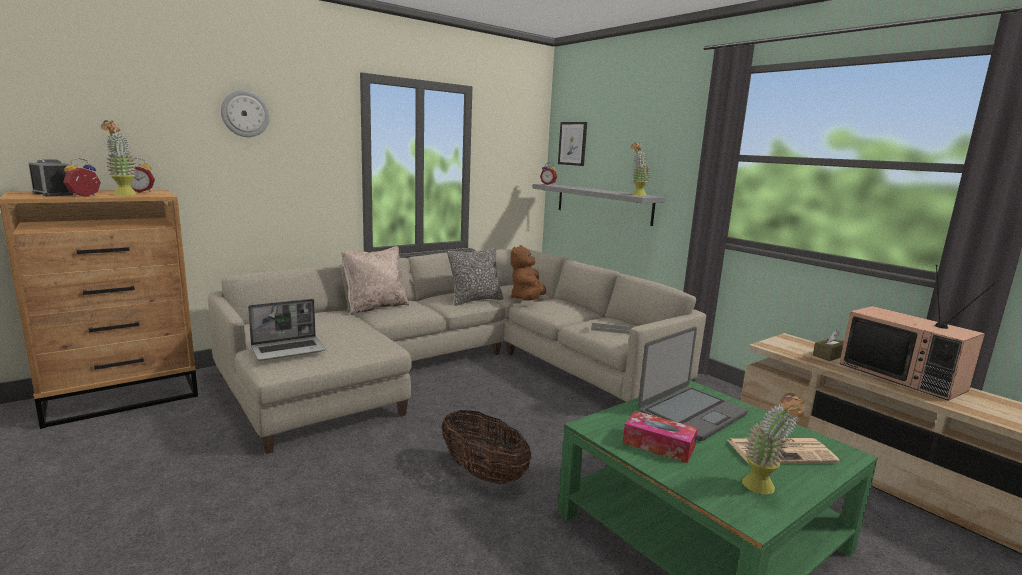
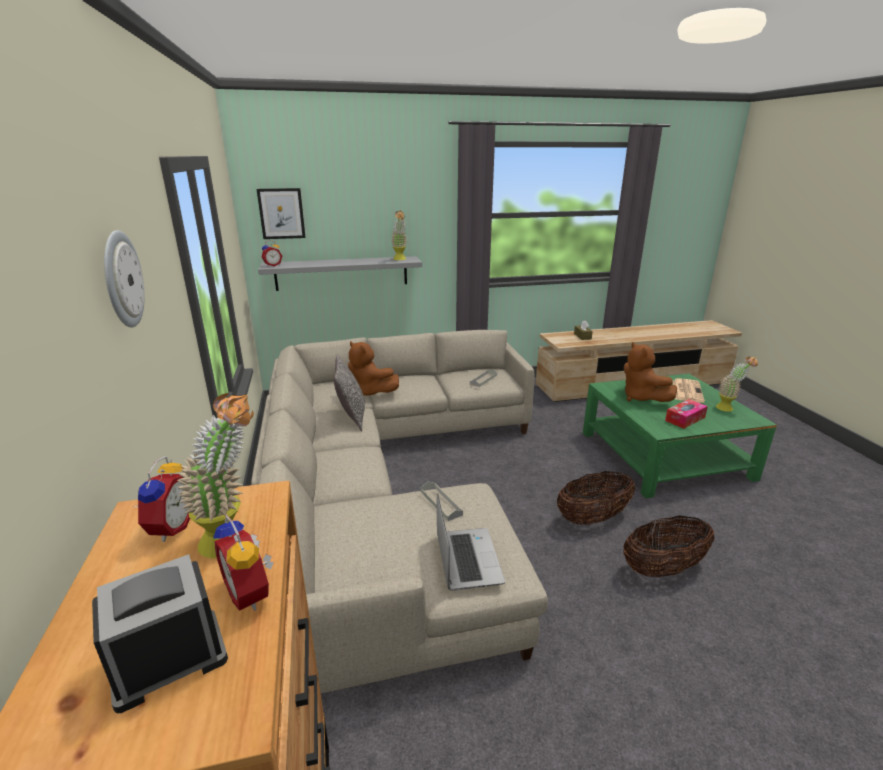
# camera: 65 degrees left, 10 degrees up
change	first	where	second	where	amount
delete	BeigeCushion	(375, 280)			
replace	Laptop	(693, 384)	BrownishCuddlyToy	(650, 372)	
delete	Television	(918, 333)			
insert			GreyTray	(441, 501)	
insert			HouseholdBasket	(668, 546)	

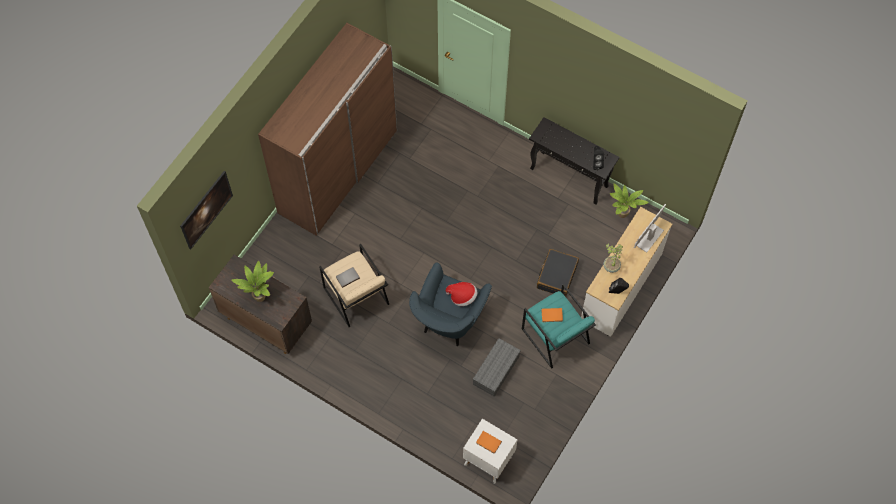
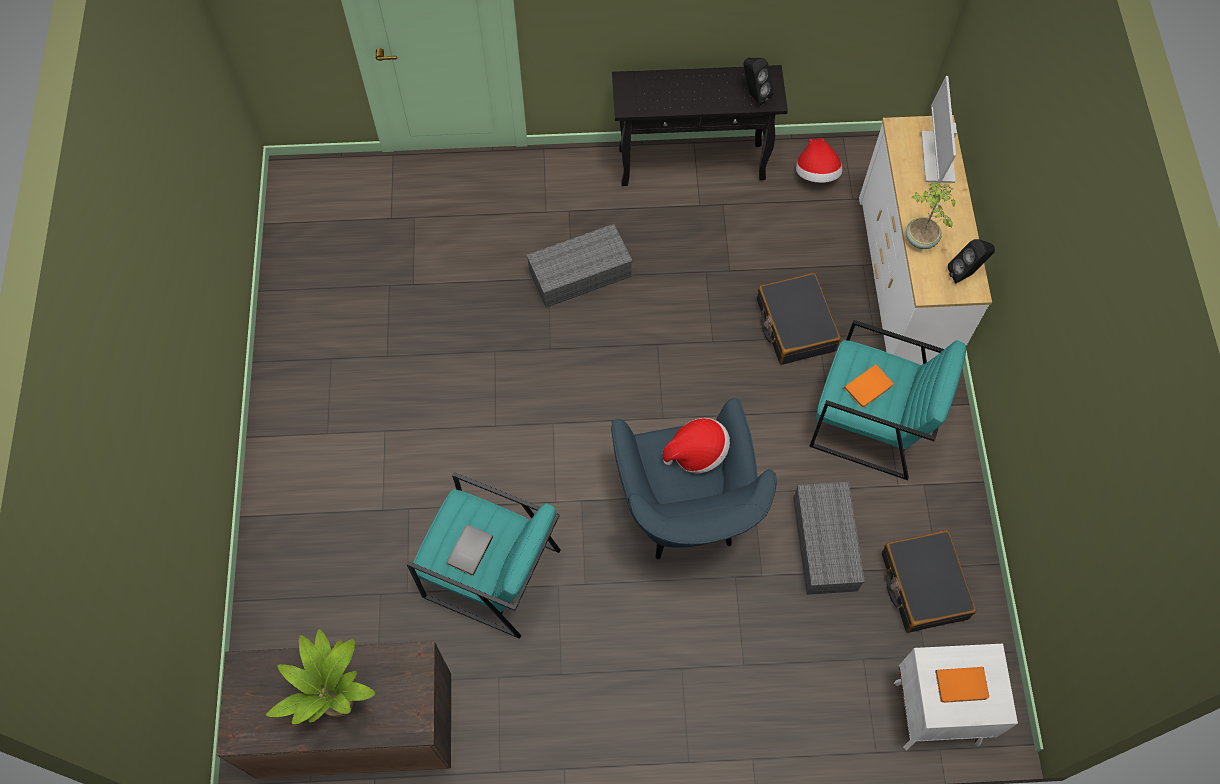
# camera: 35 degrees left, 0 degrees up
change	first	where	second	where	amount
delete	Picture	(206, 210)			
delete	BrownishArmoire	(327, 129)			
recolor	BeigeLoungeChair	(354, 285)	TurquoiseLoungeChair	(484, 555)	
replace	PottedPlant	(629, 200)	WearableHat	(819, 160)	
insert			GreyStorageContainer	(580, 266)	
insert			BlackishSuitcase	(929, 581)	

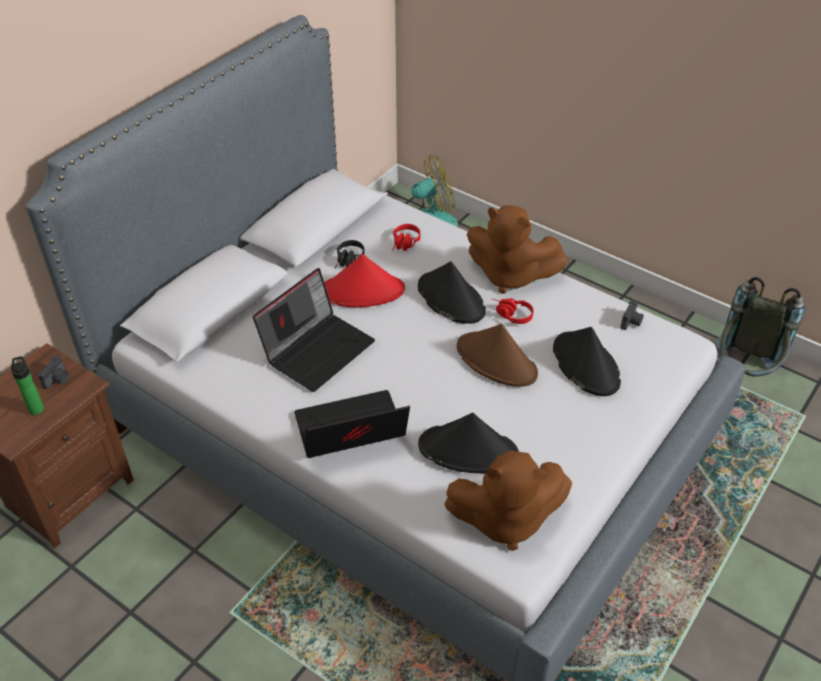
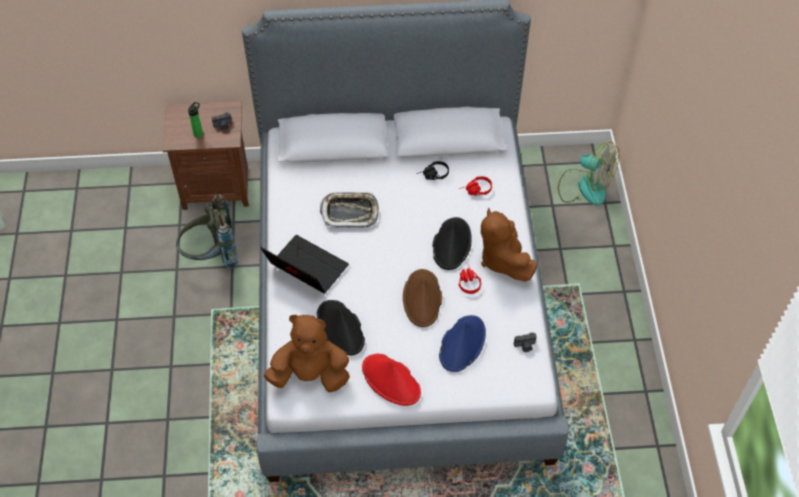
# camera: 50 degrees right, 10 degrees up
change	first	where	second	where	amount
replace	Laptop	(314, 330)	Tray	(349, 209)	
move	ReddishWearableHat	(364, 281)		(391, 380)	
rotate	BrownishCuddlyToy	(508, 501)		(306, 353)	135 degrees clockwise
recolor	BlackishWearableHat	(587, 361)	BluishWearableHat	(462, 343)	
move	GreyRucksack	(761, 327)		(207, 231)	

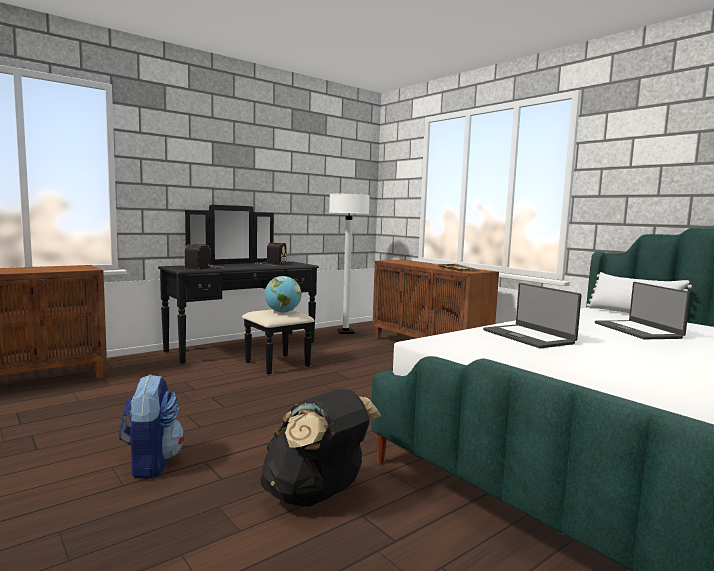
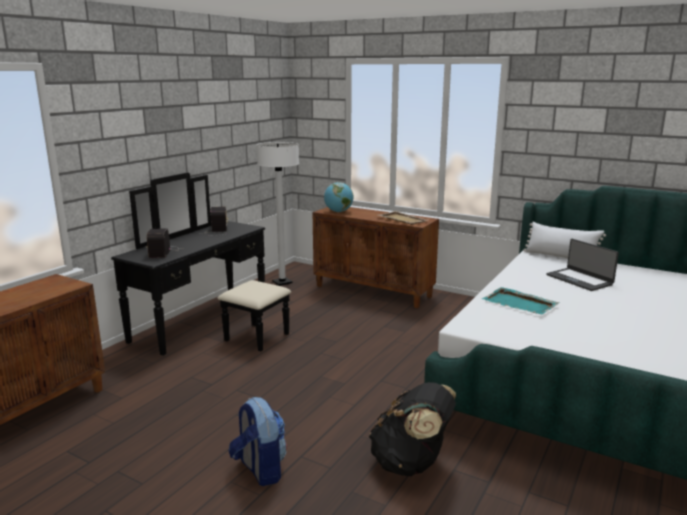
# camera: 20 degrees left, 10 degrees up
change	first	where	second	where	amount
move	Globe	(283, 294)		(338, 197)	
replace	Laptop	(532, 315)	TurquoiseTray	(521, 300)	

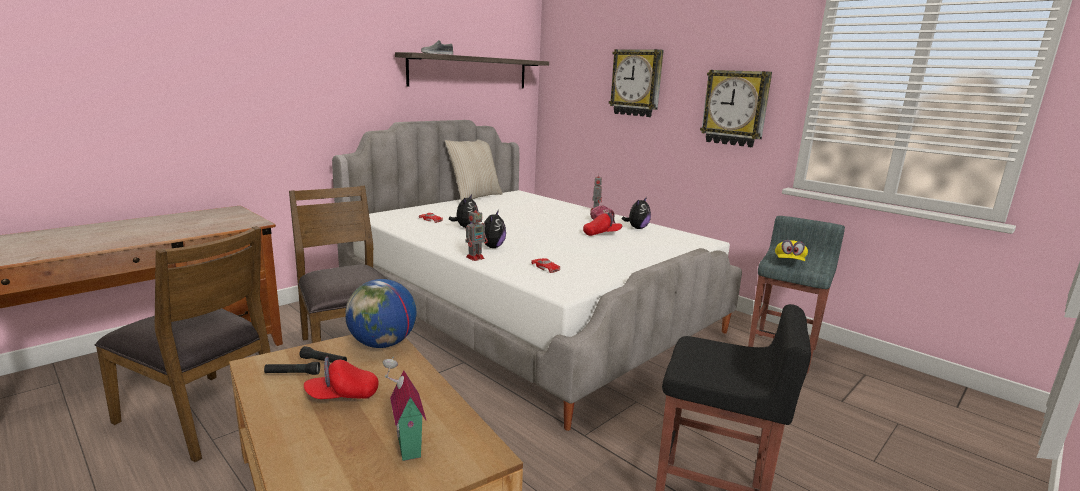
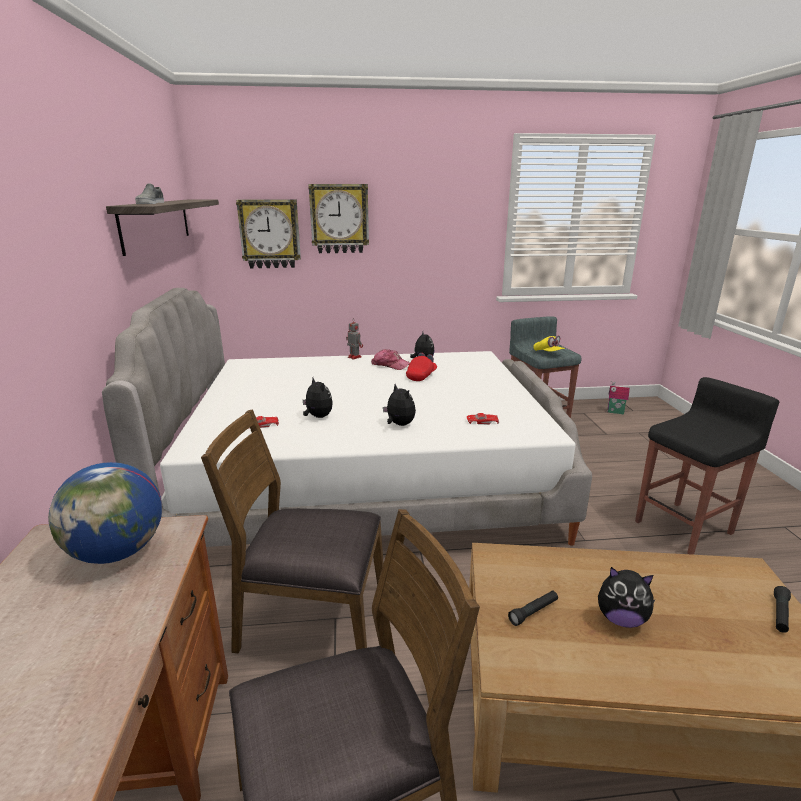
# camera: 50 degrees left, 5 degrees up
change	first	where	second	where	amount
move	BlackishFlashlight	(292, 368)		(782, 609)	
replace	ReddishPeakedCap	(341, 378)	CuddlyToy	(627, 597)	
move	Globe	(381, 313)		(105, 513)	
move	ModelHouse	(404, 409)		(618, 397)	
delete	BeigeCushion	(474, 170)			
delete	ToyRobot	(477, 234)			
move	ClockOnTheWall	(736, 108)		(268, 233)	

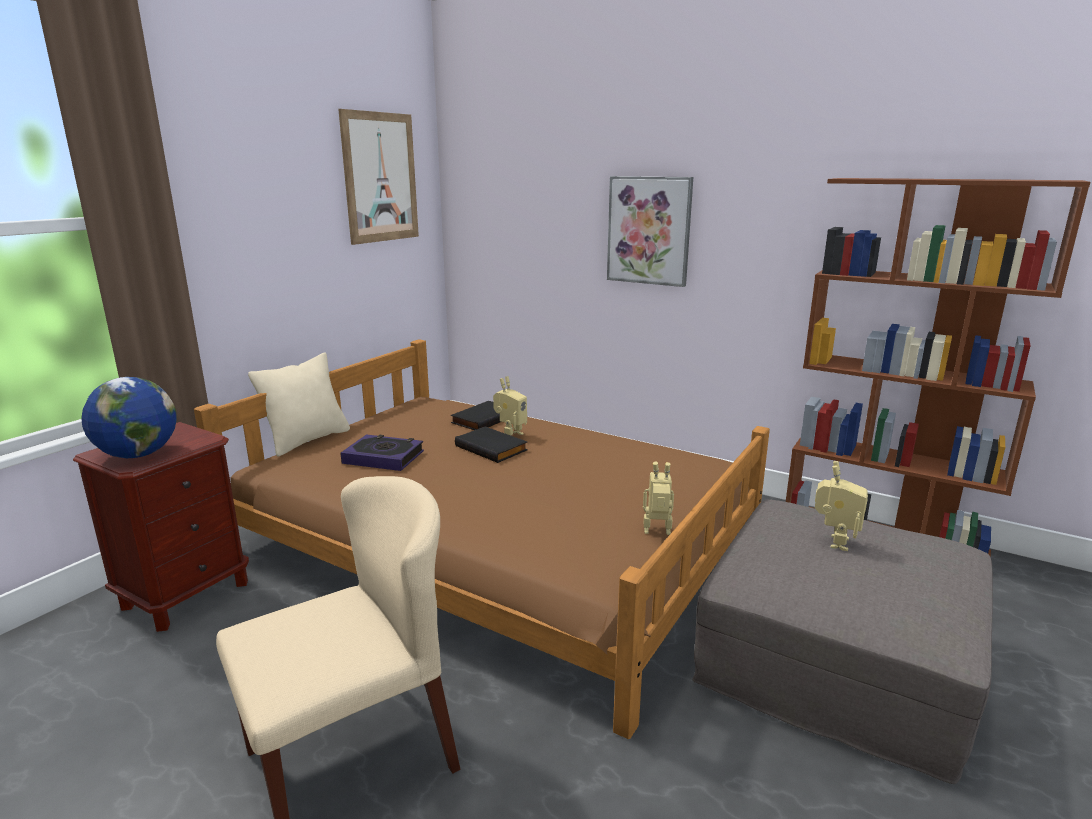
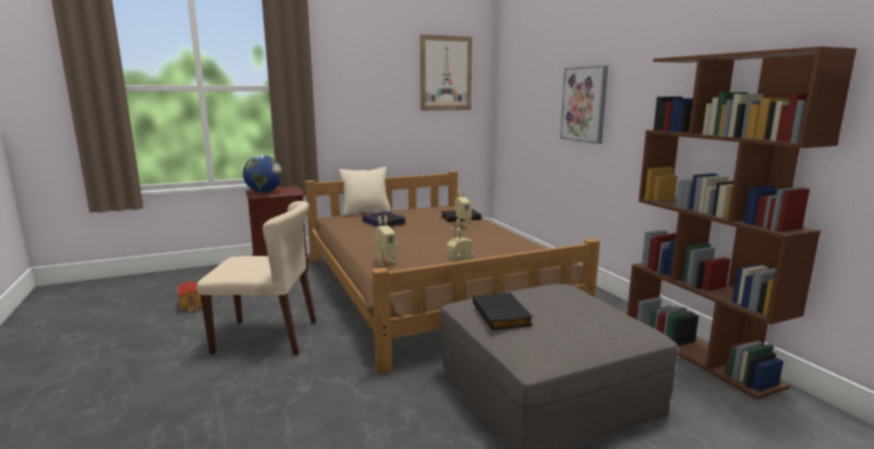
# camera: 35 degrees right, 5 degrees down
change	first	where	second	where	amount
move	BlackishBoundBook	(491, 444)		(503, 311)	
move	ToyRobot	(841, 506)		(386, 240)	
insert			ModelHouse	(189, 296)	

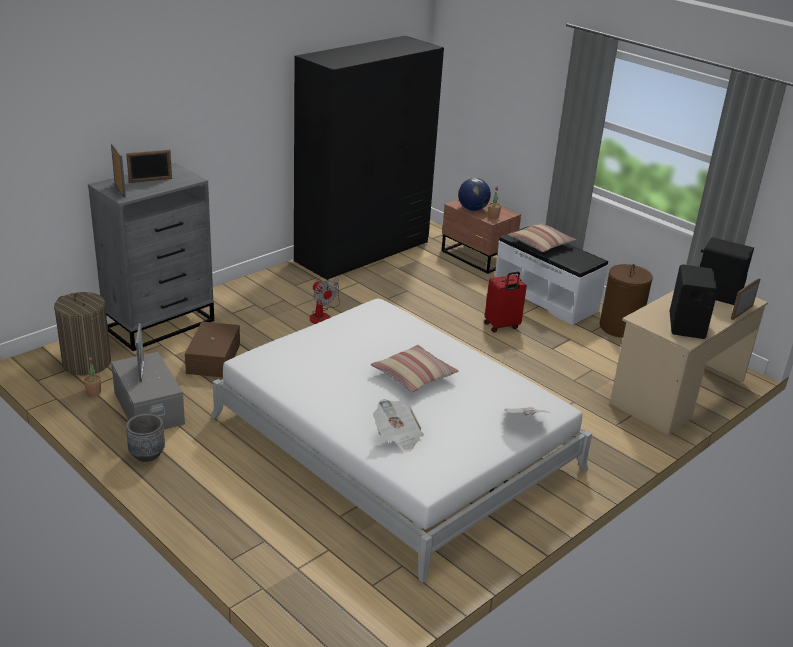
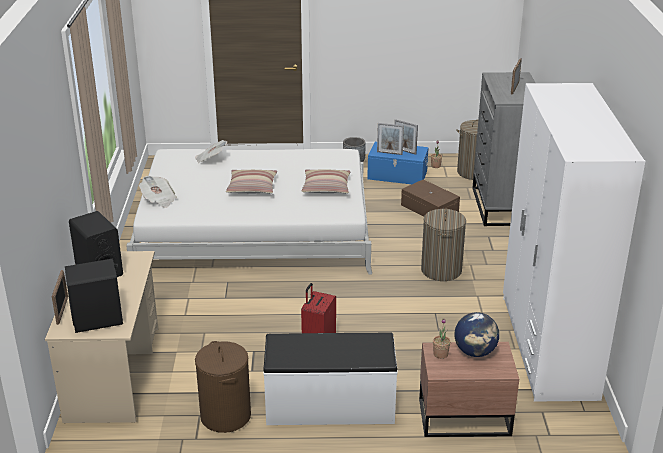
# camera: 135 degrees right, 0 degrees up
change	first	where	second	where	amount
move	PhotoFrame	(118, 170)		(390, 139)	
recolor	GreyStorageContainer	(148, 390)	BluishStorageContainer	(398, 163)	
recolor	BlackishArmoire	(369, 158)	WhiteColouredArmoire	(574, 242)	
replace	Fan	(325, 301)	LaundryBasket	(443, 245)	
move	Cushion	(542, 237)		(326, 181)	

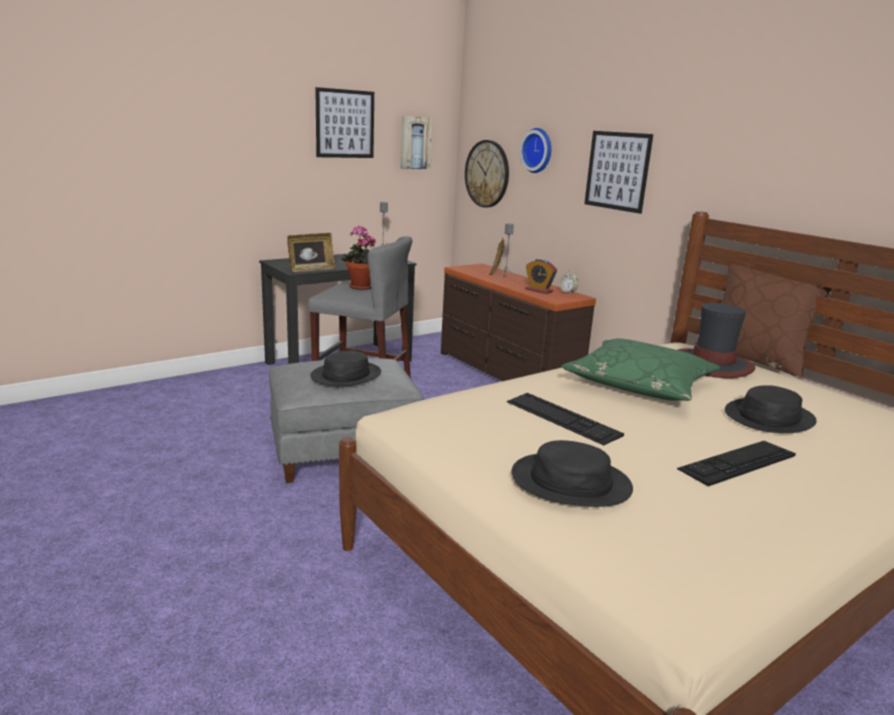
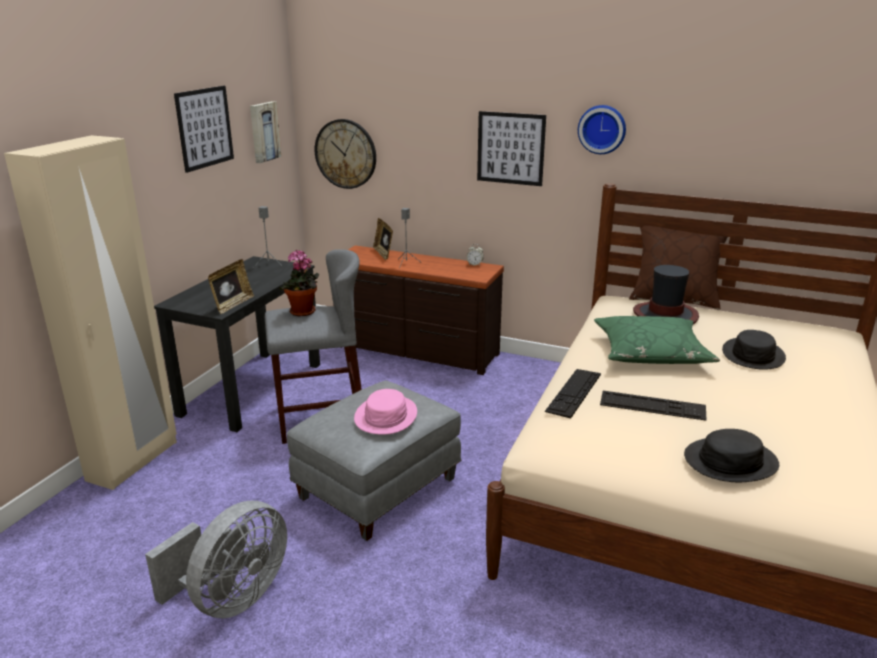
# camera: 30 degrees left, 5 degrees up
change	first	where	second	where	amount
recolor	BlackishWearableHat	(345, 368)	PinkishWearableHat	(385, 412)	
move	ClockOnTheWall	(535, 150)		(602, 129)	
delete	BedsideClock	(541, 276)			
move	PcKeyboard	(736, 463)		(573, 394)	
insert			BeigeArmoire	(90, 312)	
insert			GreyFan	(216, 559)	

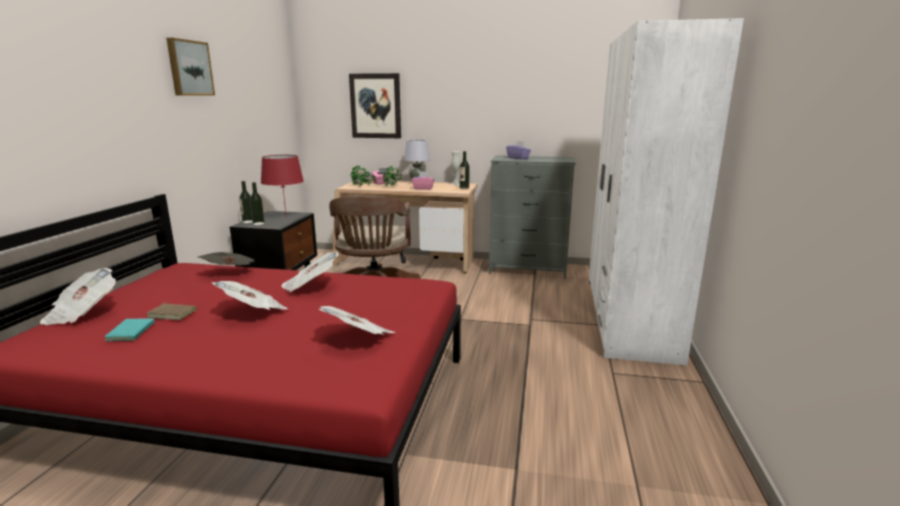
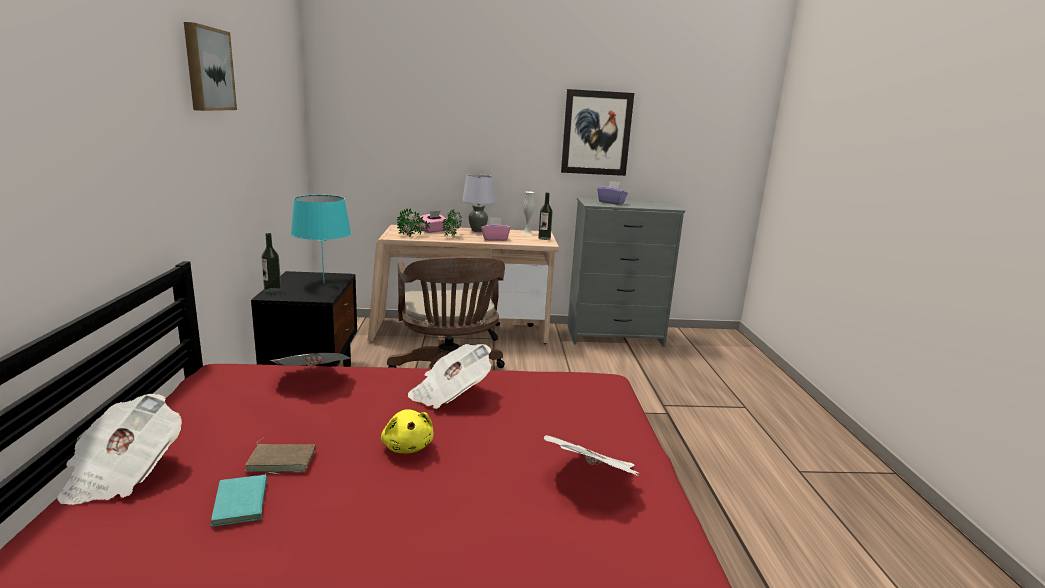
# camera: 15 degrees left, 0 degrees up
change	first	where	second	where	amount
replace	PrintedPaper	(250, 295)	YellowCuddlyToy	(407, 431)	
delete	BeverageBottle	(257, 203)			
recolor	ReddishLampForATable	(282, 184)	TurquoiseLampForATable	(321, 238)	
move	Picture	(375, 105)		(597, 132)	
delete	WhiteColouredArmoire	(666, 191)			

